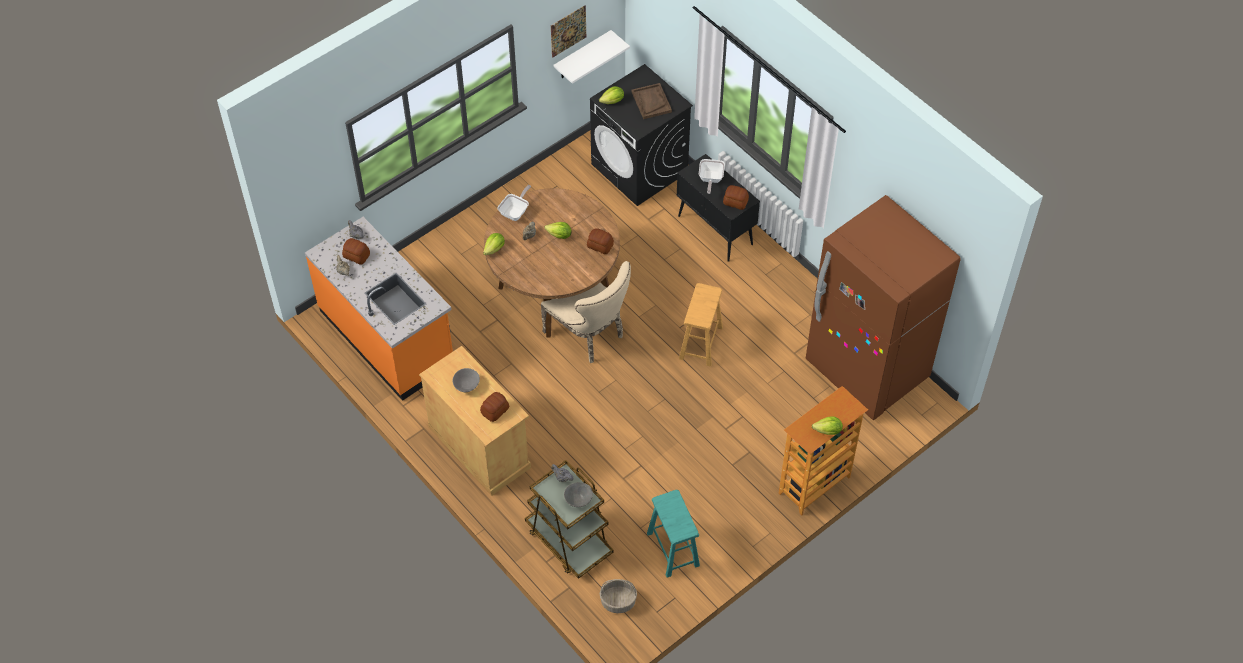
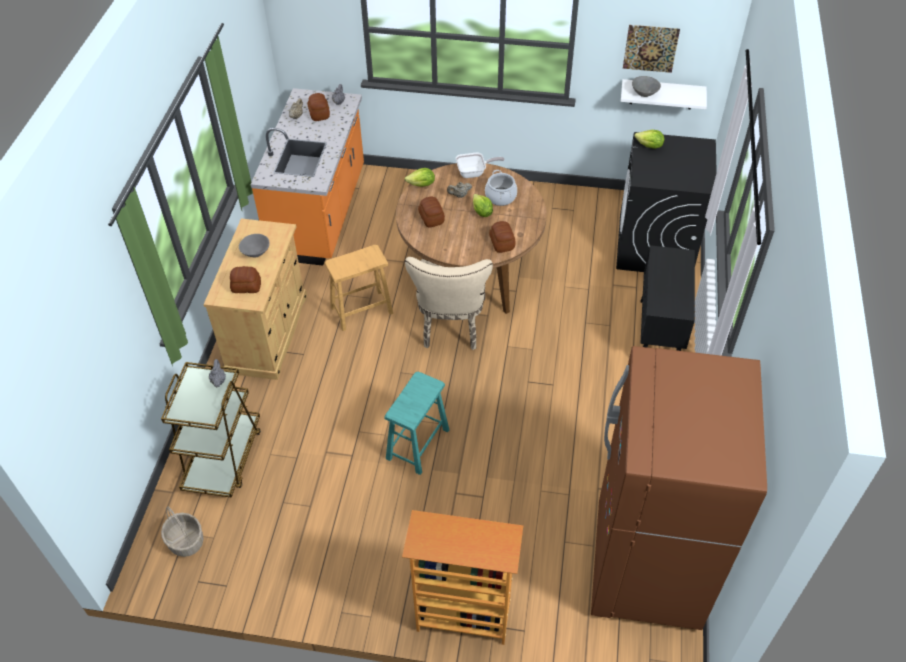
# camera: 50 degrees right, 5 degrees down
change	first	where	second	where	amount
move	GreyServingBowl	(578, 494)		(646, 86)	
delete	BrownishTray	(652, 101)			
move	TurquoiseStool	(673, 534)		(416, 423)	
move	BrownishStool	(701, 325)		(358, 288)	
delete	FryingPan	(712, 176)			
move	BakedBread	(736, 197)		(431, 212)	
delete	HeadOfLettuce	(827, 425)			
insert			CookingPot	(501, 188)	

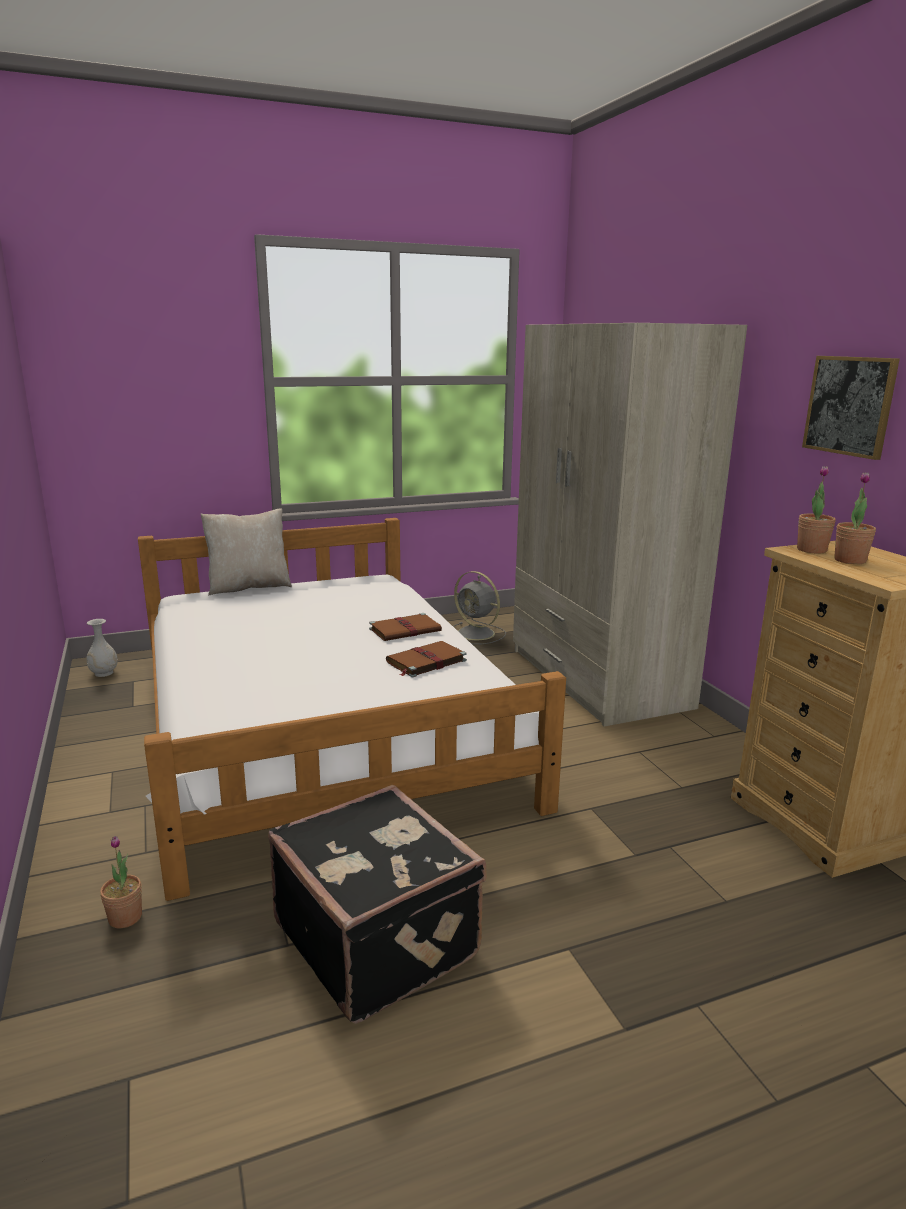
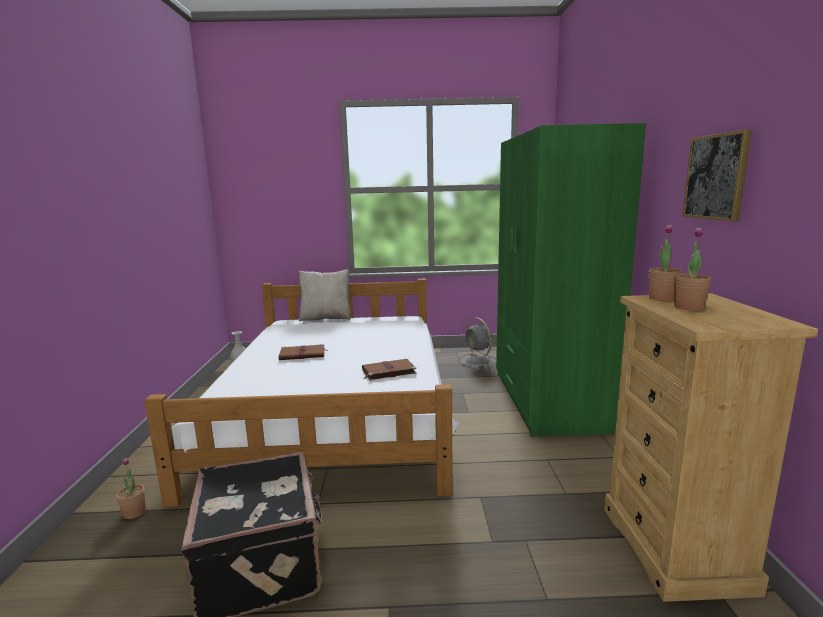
# camera: 20 degrees right, 5 degrees down
change	first	where	second	where	amount
move	BrownishBoundBook	(405, 627)		(303, 352)	
recolor	BeigeArmoire	(630, 525)	GreenishArmoire	(571, 280)	

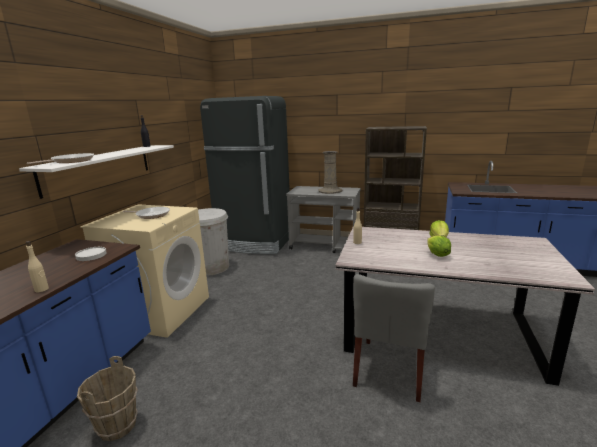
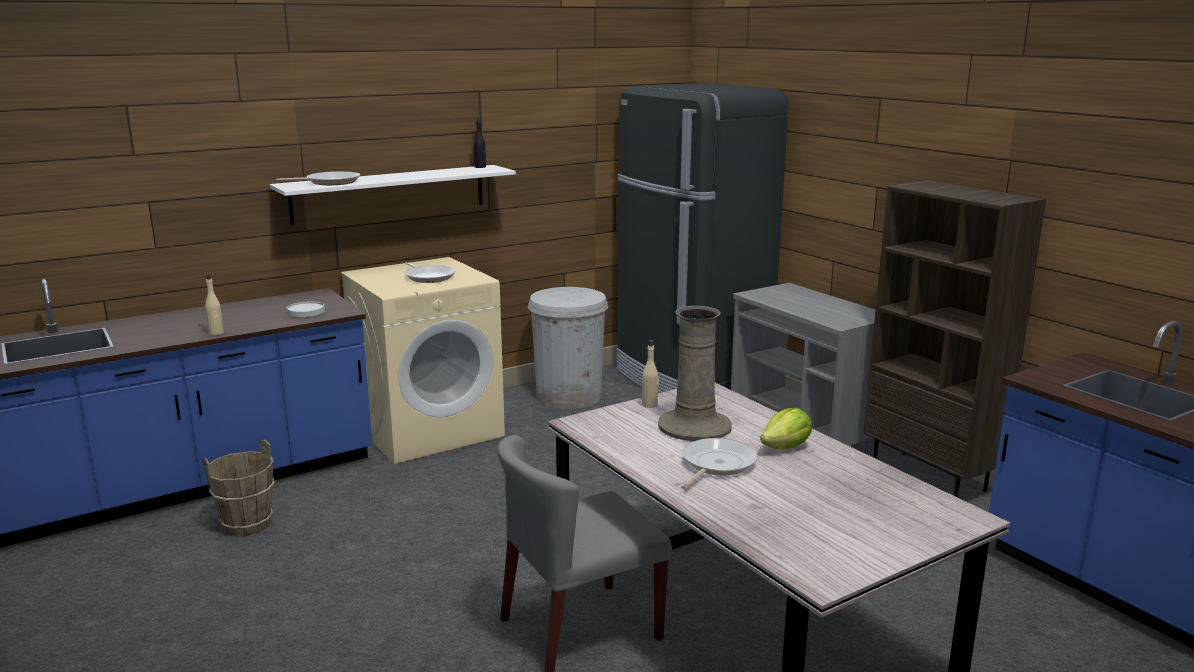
# camera: 40 degrees right, 0 degrees up
change	first	where	second	where	amount
move	BeigeVase	(330, 172)		(695, 373)	
replace	HeadOfLettuce	(439, 246)	FryingPan	(719, 463)	

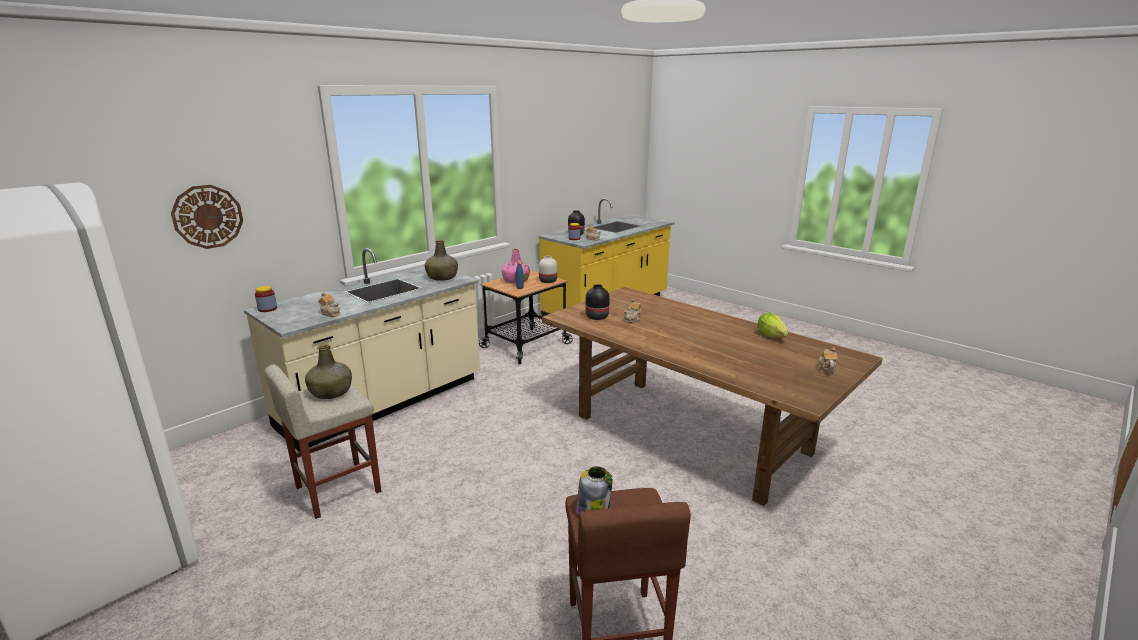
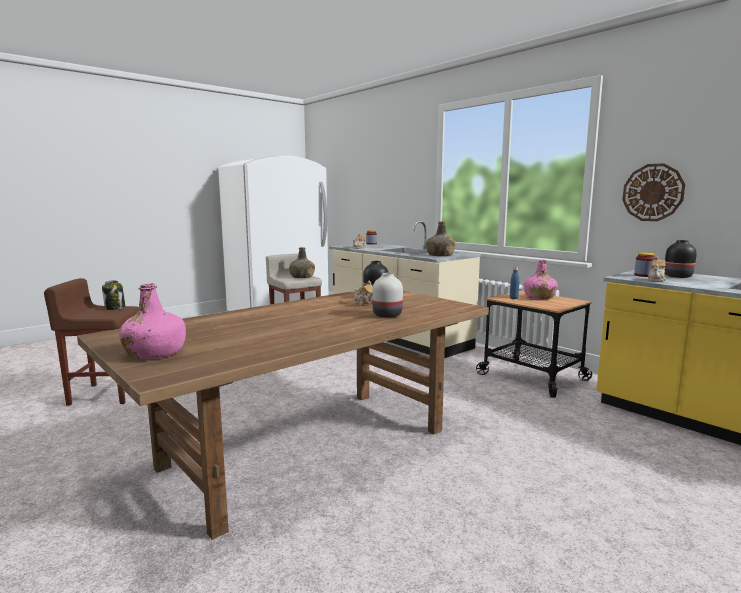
# camera: 95 degrees right, 10 degrees down
change	first	where	second	where	amount
move	ClockOnTheWall	(207, 217)		(653, 192)	
move	WhiteColouredVase	(548, 269)		(387, 295)	
delete	HeadOfLettuce	(772, 325)			
replace	TeaPot	(827, 360)	PinkishBeverageBottle	(152, 321)	

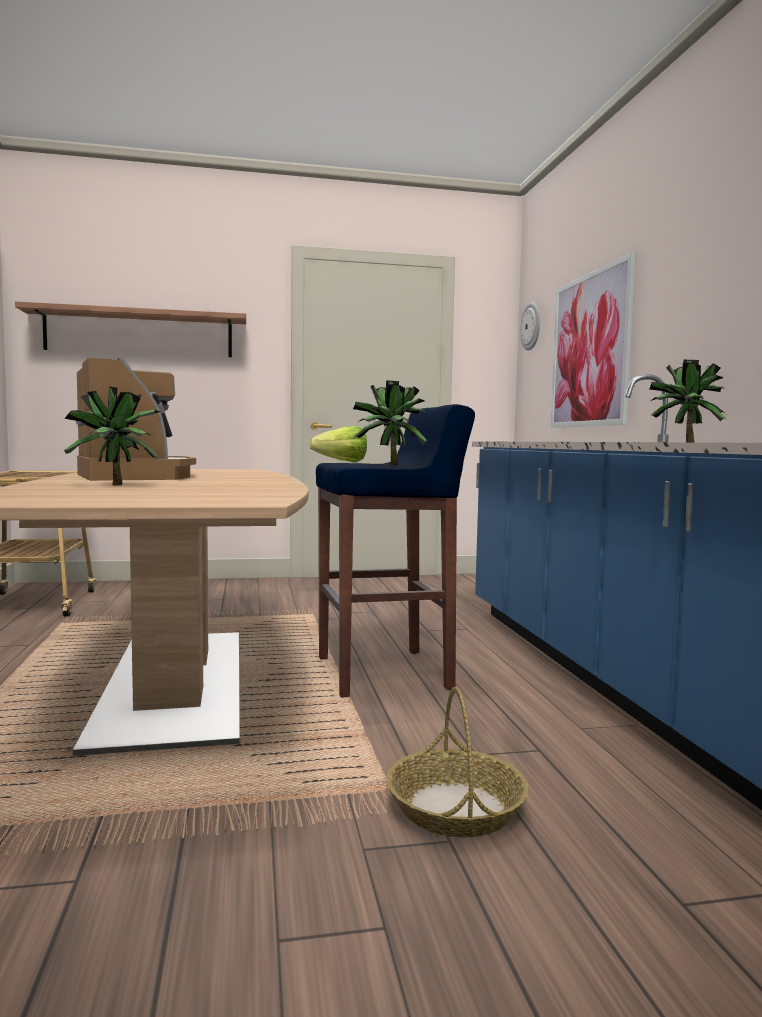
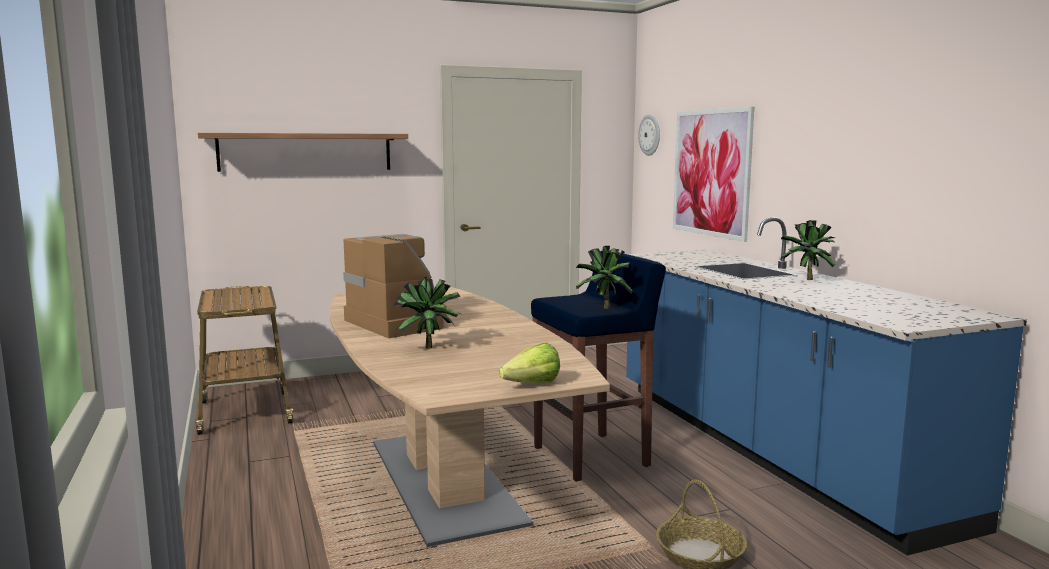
# camera: 10 degrees left, 5 degrees up
change	first	where	second	where	amount
move	HeadOfLettuce	(338, 444)		(530, 363)	

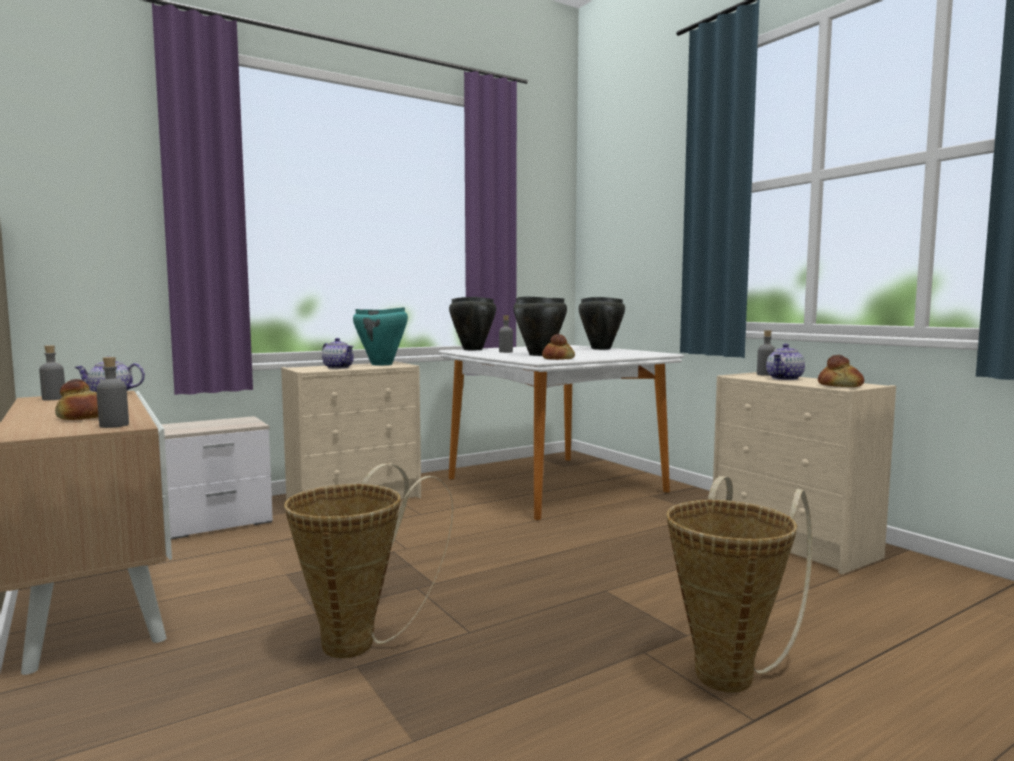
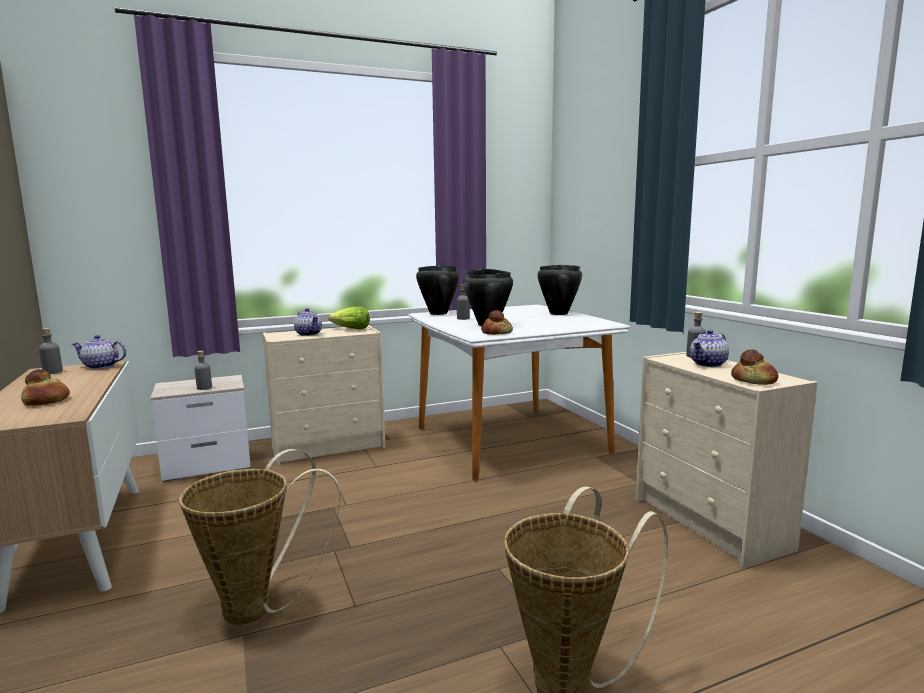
# camera: 10 degrees right, 5 degrees up
change	first	where	second	where	amount
move	GreyBeverageBottle	(112, 392)		(203, 370)	
replace	TurquoiseCookingPot	(380, 336)	HeadOfLettuce	(349, 318)	

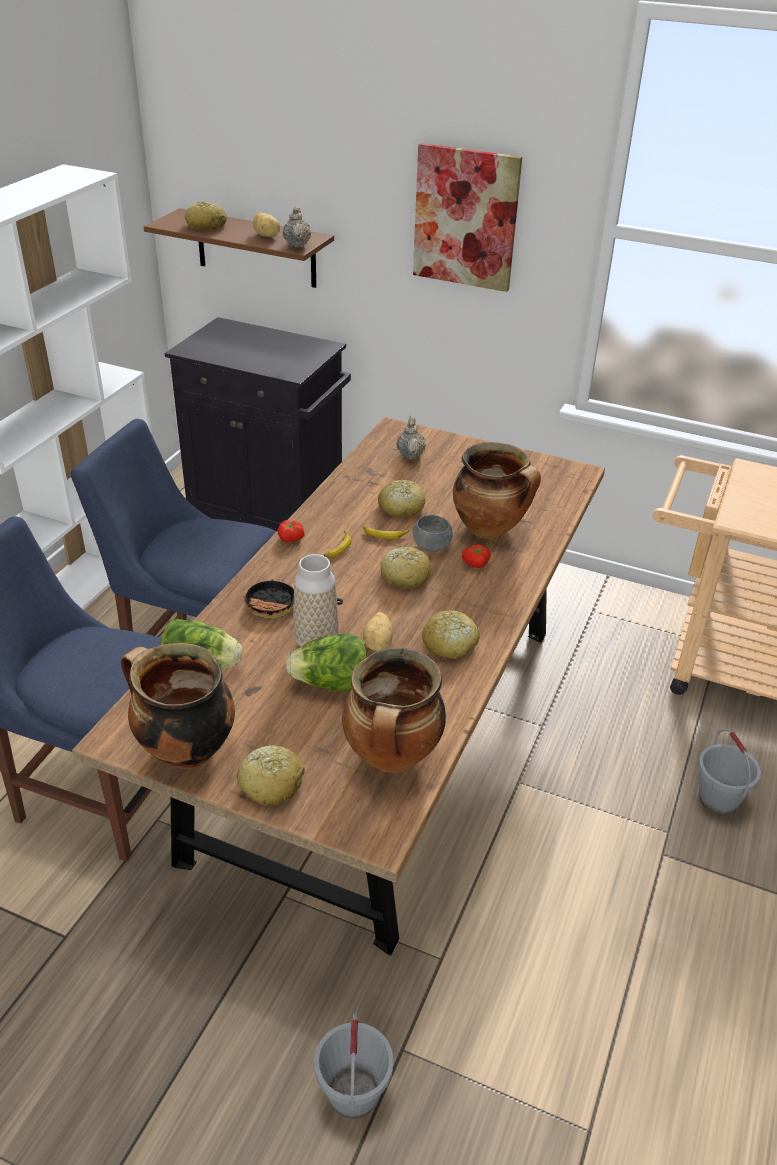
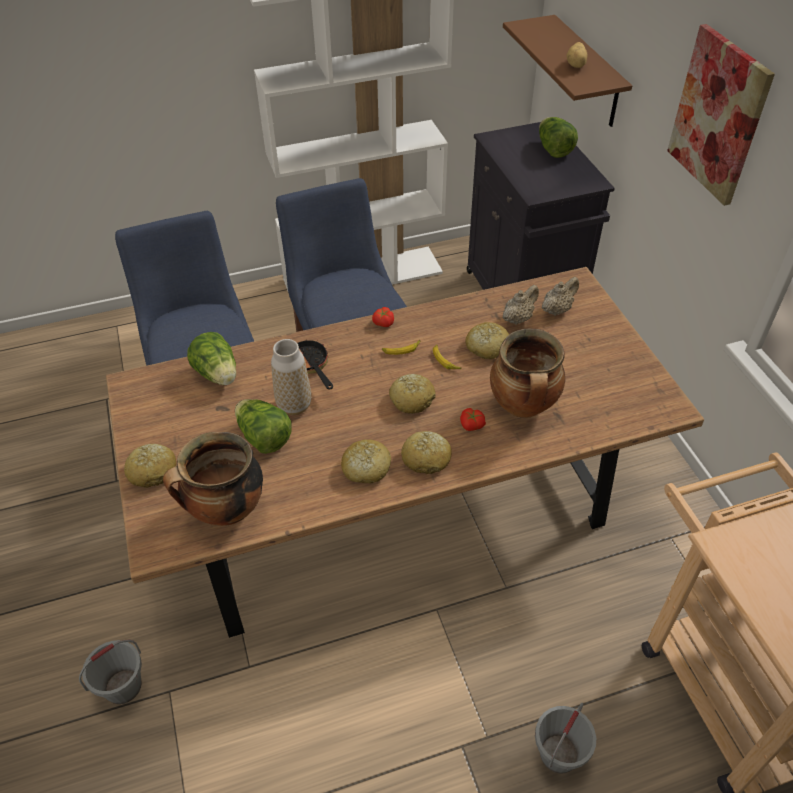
# camera: 50 degrees right, 10 degrees up
change	first	where	second	where	amount
delete	CookingPot	(178, 706)			
move	BakedBread	(206, 215)		(426, 452)	
move	BeigeTeaPot	(297, 227)		(521, 305)	
delete	Spud	(378, 631)			
delete	GreyServingBowl	(433, 533)			
insert			HeadOfLettuce	(558, 137)	

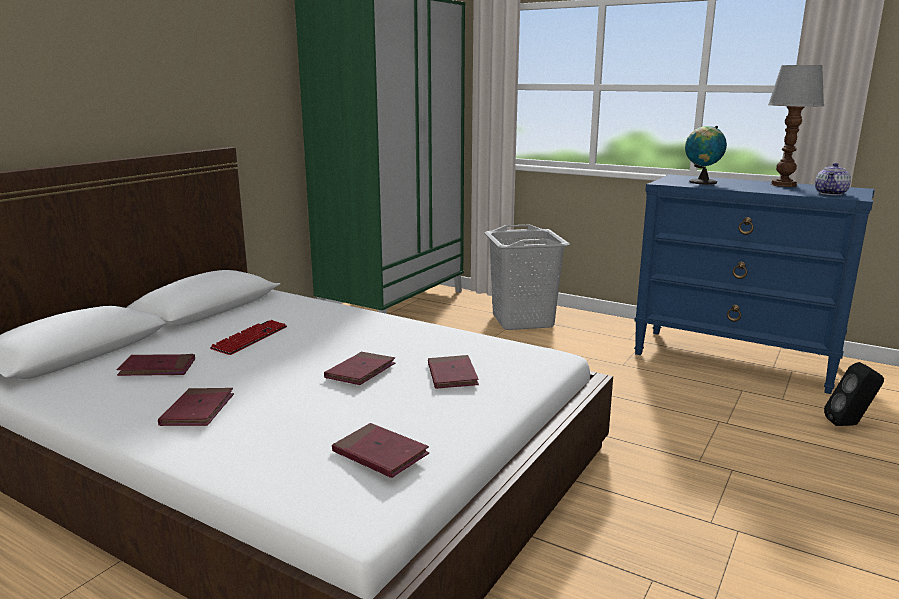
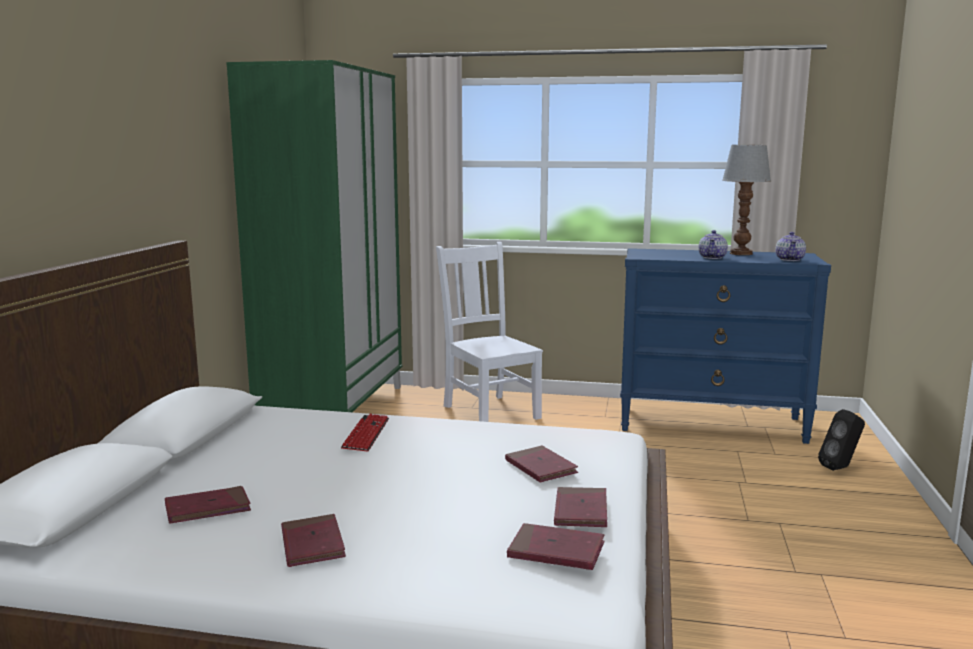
# camera: 20 degrees left, 5 degrees down
change	first	where	second	where	amount
move	PcKeyboard	(248, 337)		(365, 433)	
move	ReddishBoundBook	(360, 368)		(580, 507)	
replace	GreyLaundryBasket	(527, 277)	WhiteColouredChair	(489, 332)	
delete	Globe	(706, 155)			
insert			TeaPot	(713, 244)	

